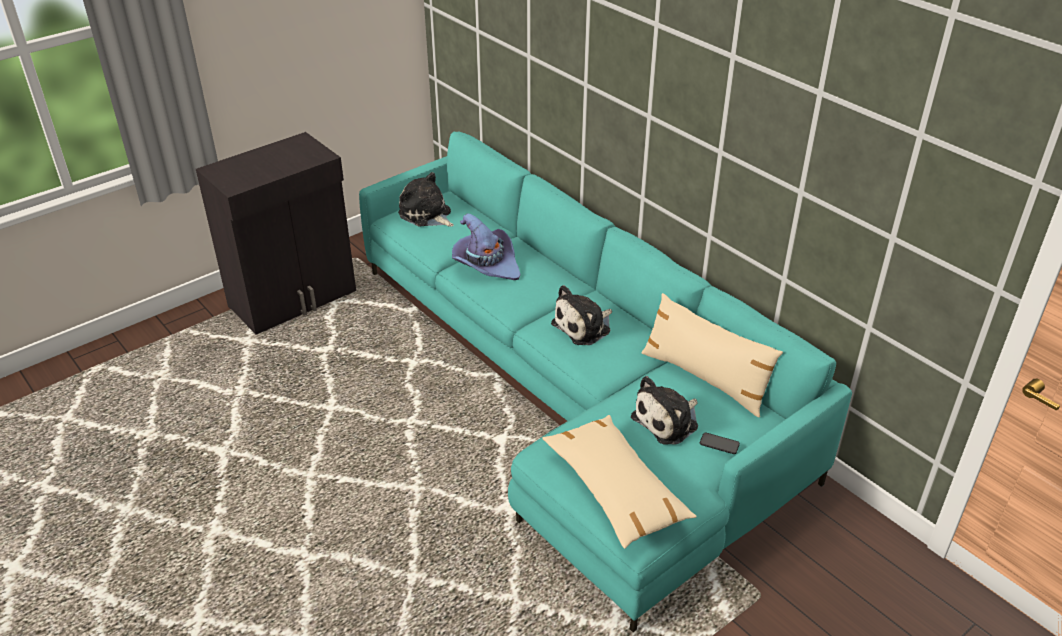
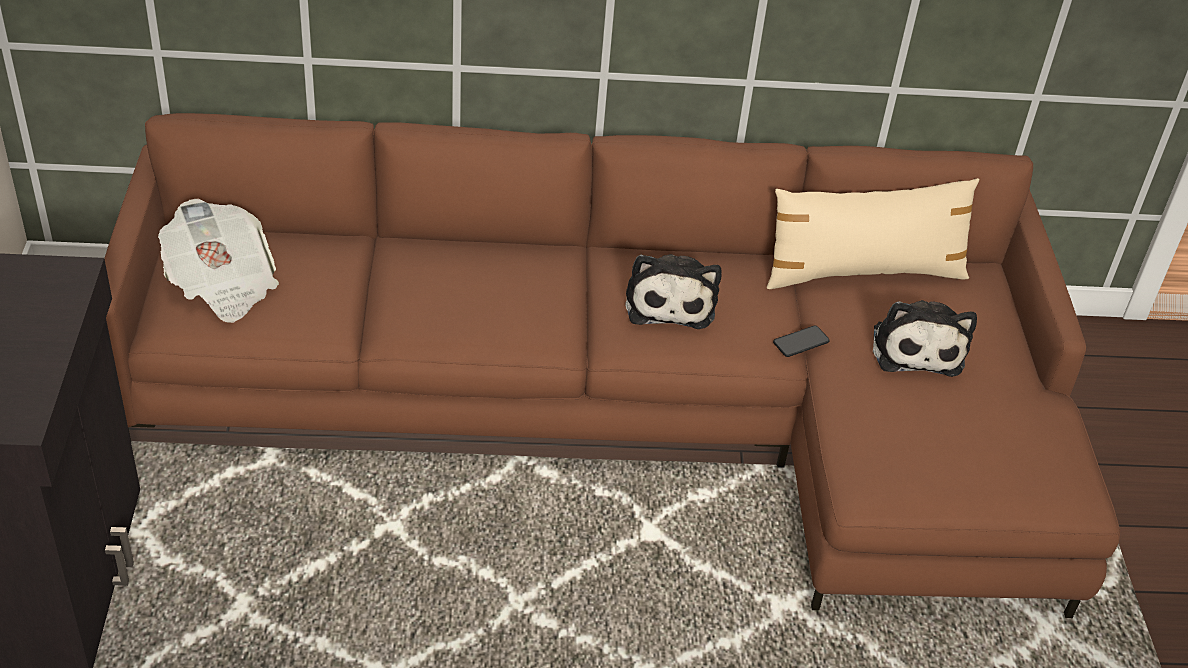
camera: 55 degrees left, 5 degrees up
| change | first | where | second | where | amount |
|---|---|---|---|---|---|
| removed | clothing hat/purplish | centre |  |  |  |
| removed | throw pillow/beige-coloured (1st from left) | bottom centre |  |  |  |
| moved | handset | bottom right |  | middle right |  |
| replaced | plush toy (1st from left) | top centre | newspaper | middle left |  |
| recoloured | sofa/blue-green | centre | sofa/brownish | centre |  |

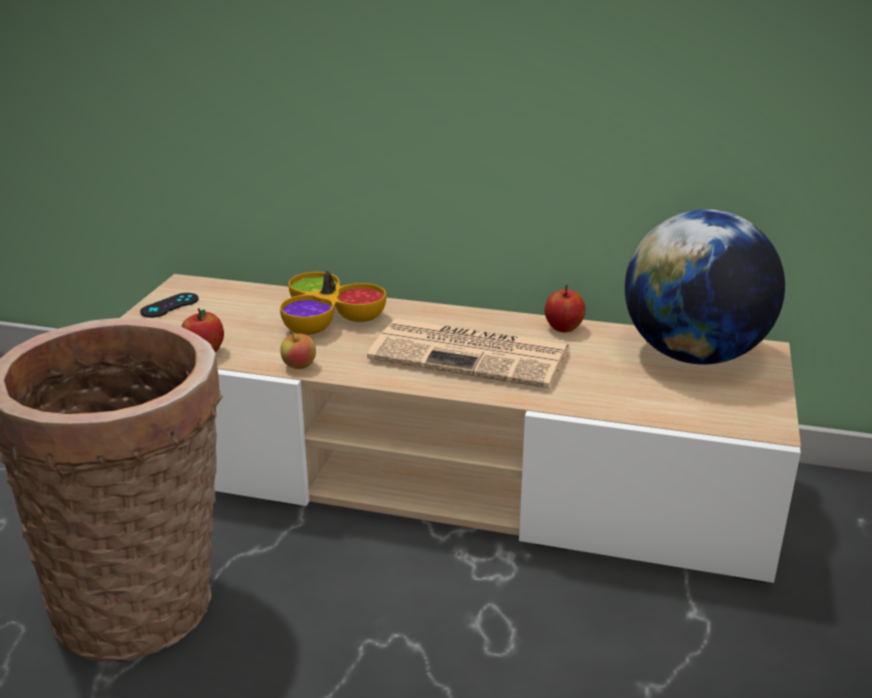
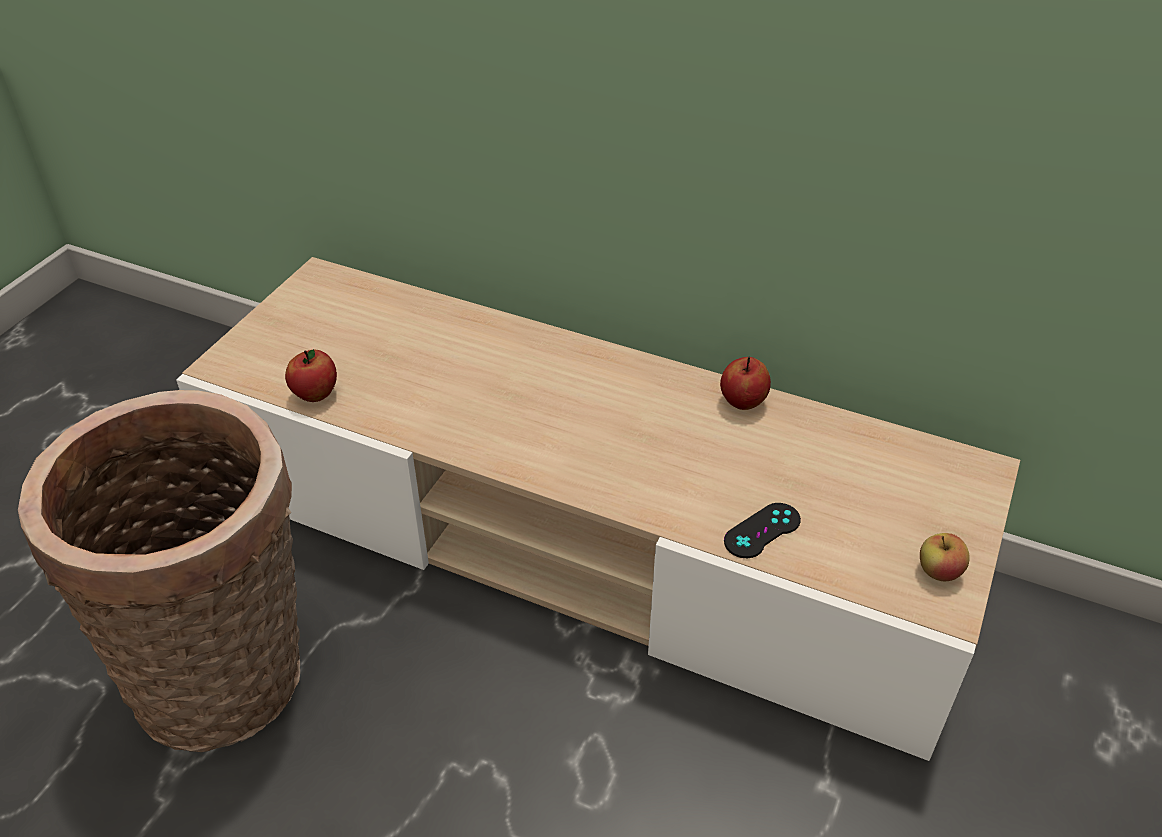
camera: 10 degrees right, 15 degrees up
| change | first | where | second | where | amount |
|---|---|---|---|---|---|
| removed | serving bowl | centre |  |  |  |
| removed | newspaper | centre |  |  |  |
| removed | globe | middle right |  |  |  |
| moved | joypad/black-coloured | middle left |  | centre |  |
| moved | apple (2nd from left in the first image) | centre | apple (3rd from left) | middle right |  |

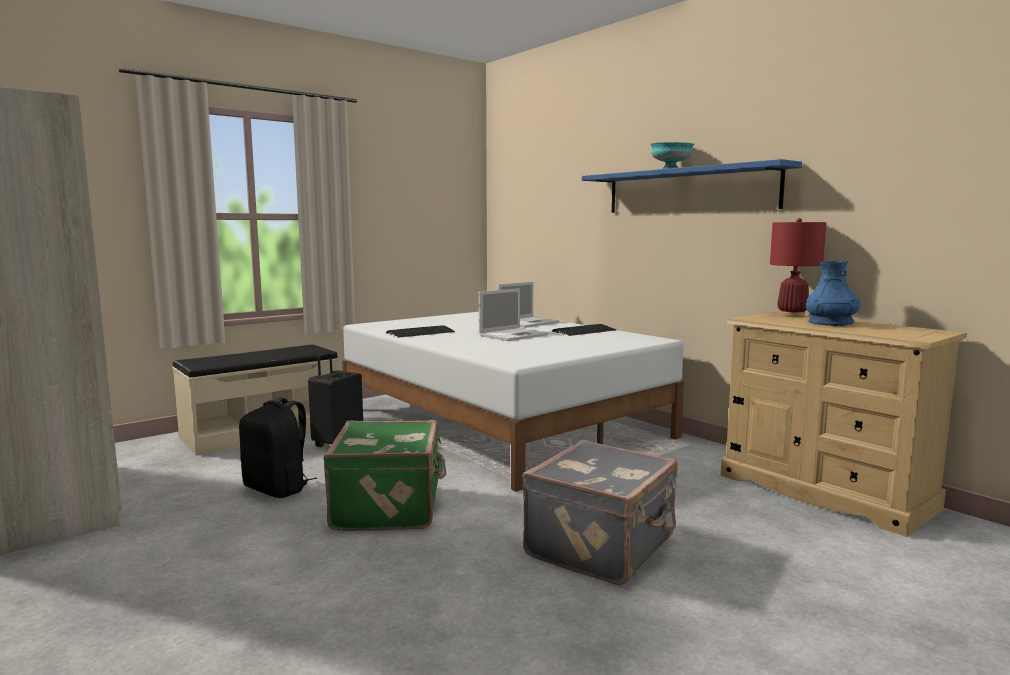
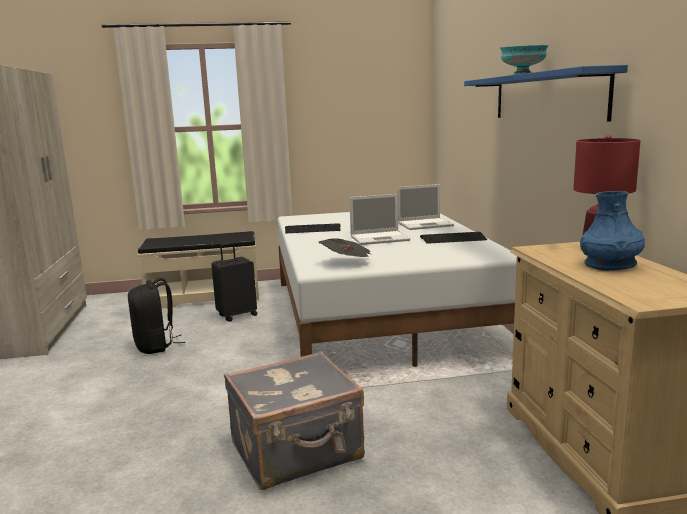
camera: 30 degrees right, 5 degrees up
| change | first | where | second | where | amount |
|---|---|---|---|---|---|
| removed | piece of luggage/green-coloured | bottom centre |  |  |  |
| added |  |  | newspaper | centre |  |

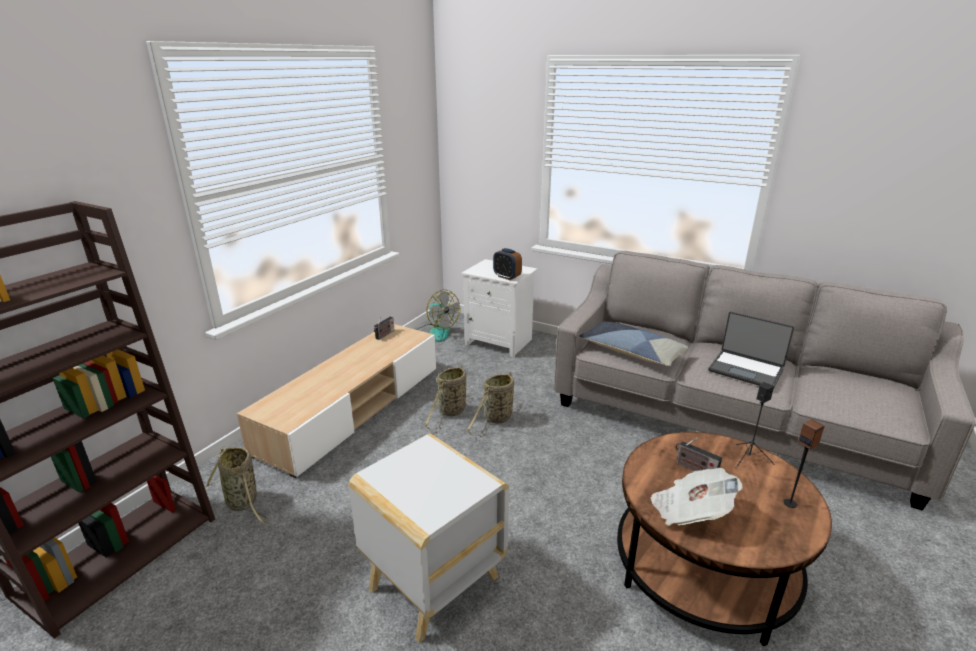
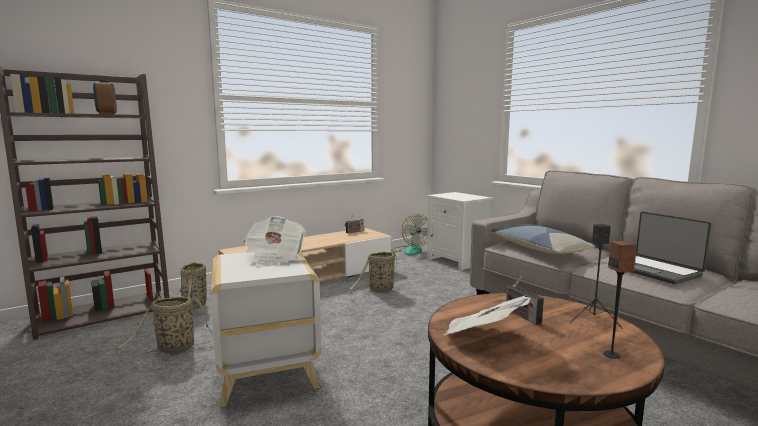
camera: 25 degrees right, 15 degrees down
| change | first | where | second | where | amount |
|---|---|---|---|---|---|
| added |  |  | newspaper (1st from left) | centre |  |
| moved | basket (3rd from left in the first image) | centre | basket (1st from left) | bottom left |  |
| moved | bedside clock | centre |  | top left |  |

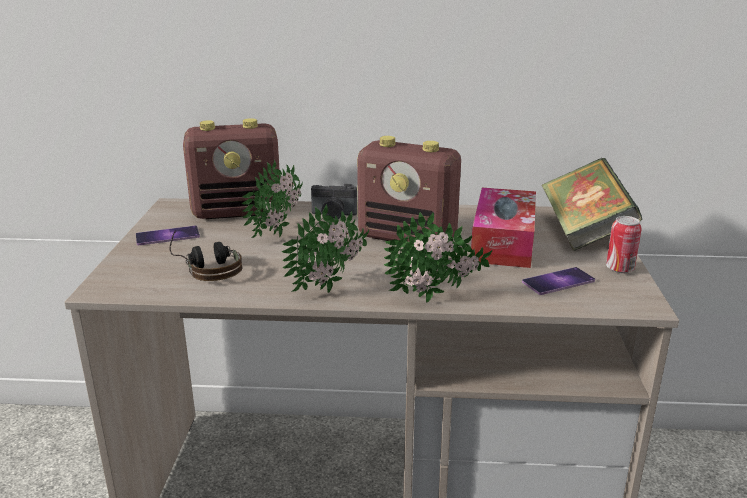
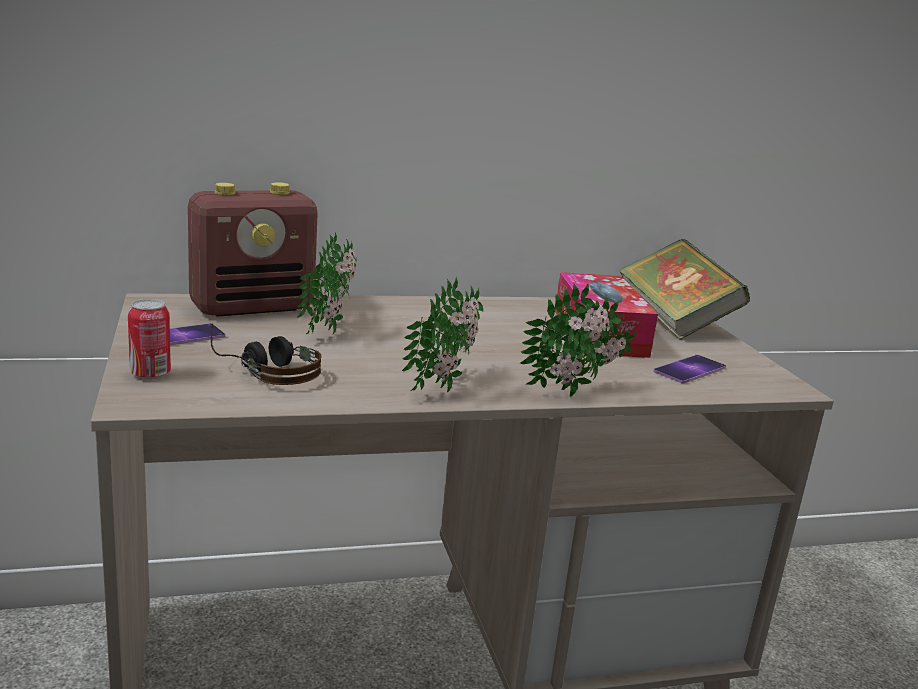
camera: 20 degrees left, 5 degrees down
| change | first | where | second | where | amount |
|---|---|---|---|---|---|
| removed | still camera | centre |  |  |  |
| removed | radio set (2nd from left) | centre |  |  |  |
| moved | metal can | middle right |  | middle left |  |

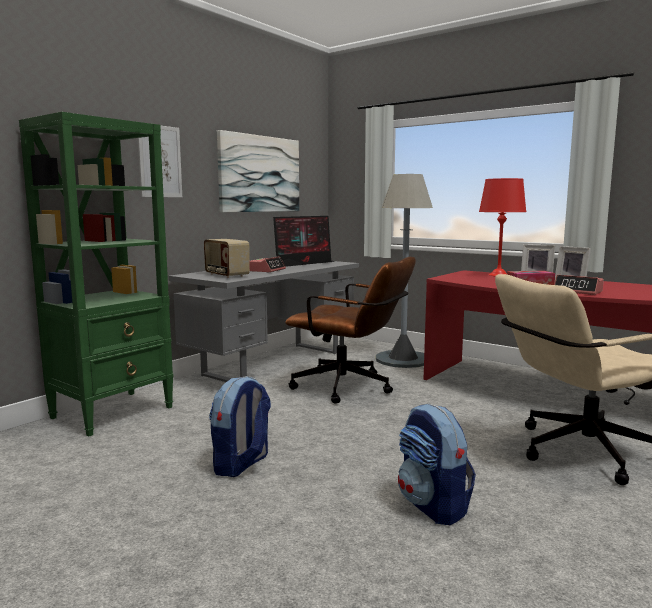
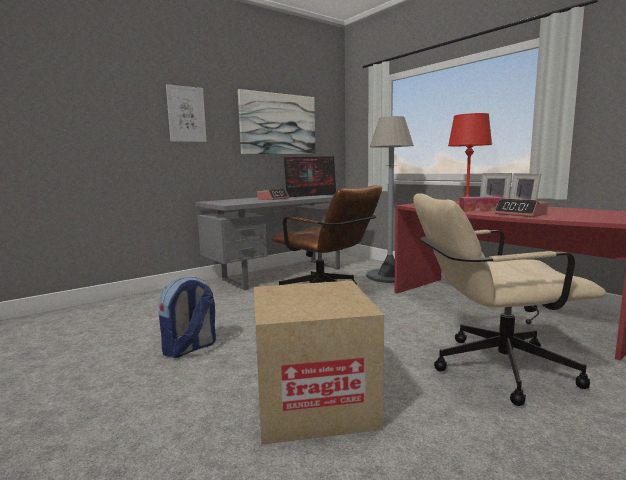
camera: 15 degrees right, 0 degrees up
| change | first | where | second | where | amount |
|---|---|---|---|---|---|
| removed | bookcase/green-coloured | middle left |  |  |  |
| removed | radio set | centre |  |  |  |
| replaced | rucksack (2nd from left) | bottom right | carton | bottom centre |  |

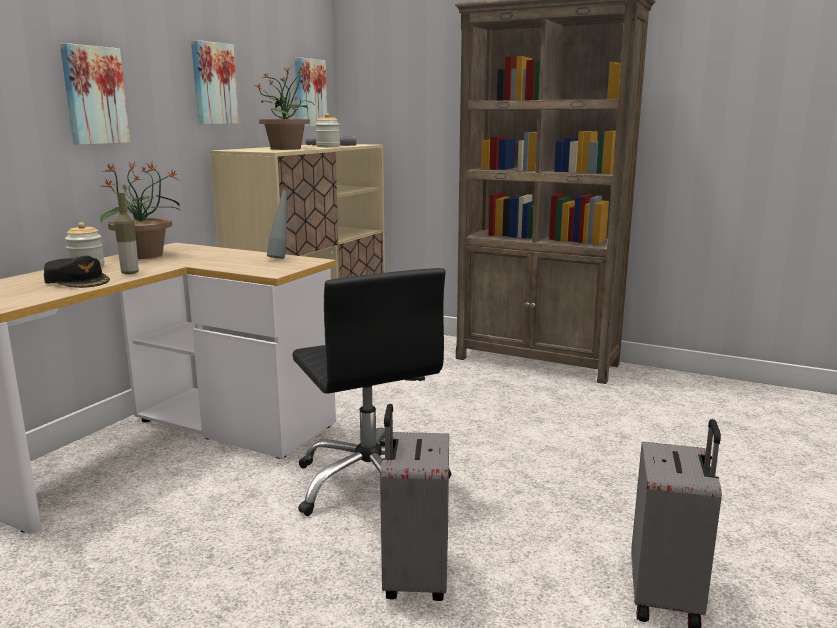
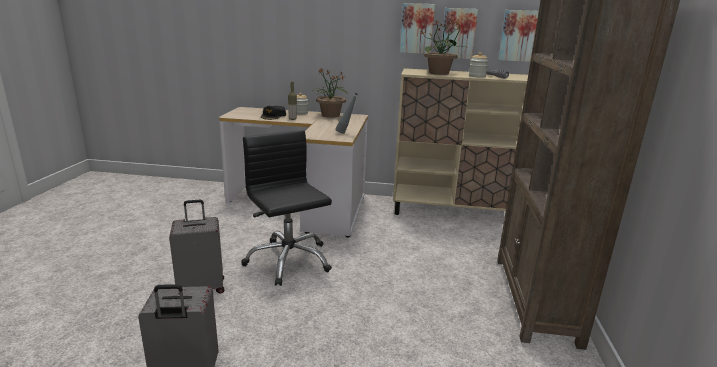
camera: 70 degrees right, 5 degrees up
| change | first | where | second | where | amount |
|---|---|---|---|---|---|
| moved | picture (1st from left in the first image) | top left | picture (2nd from left) | top centre |  |
| turned | computer chair/black-coloured | centre |  | centre | 105 degrees clockwise |

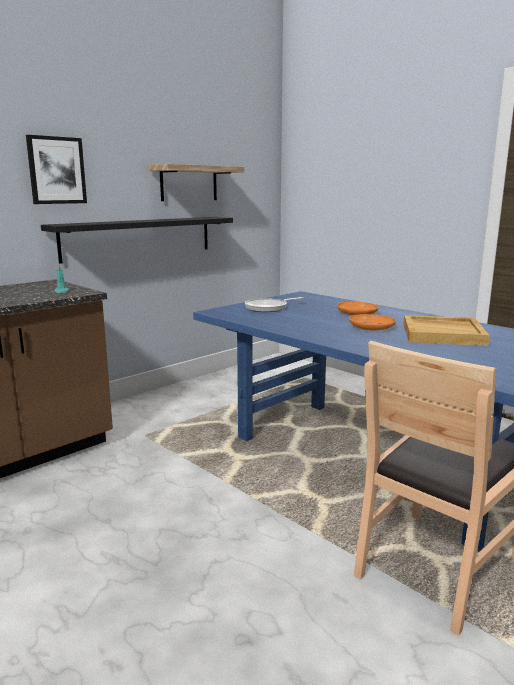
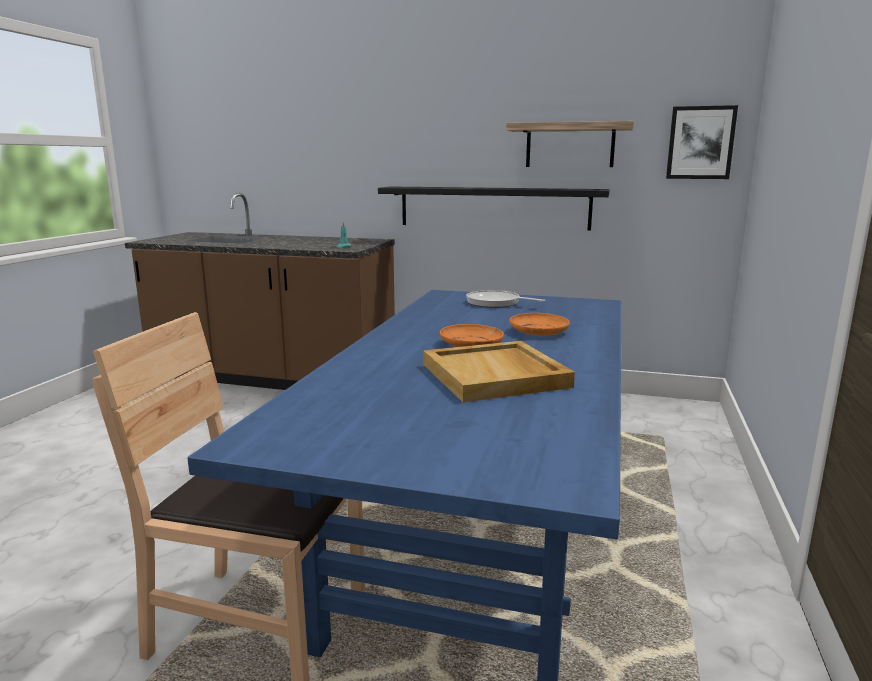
camera: 60 degrees right, 0 degrees up
| change | first | where | second | where | amount |
|---|---|---|---|---|---|
| moved | picture | top left |  | top right |  |

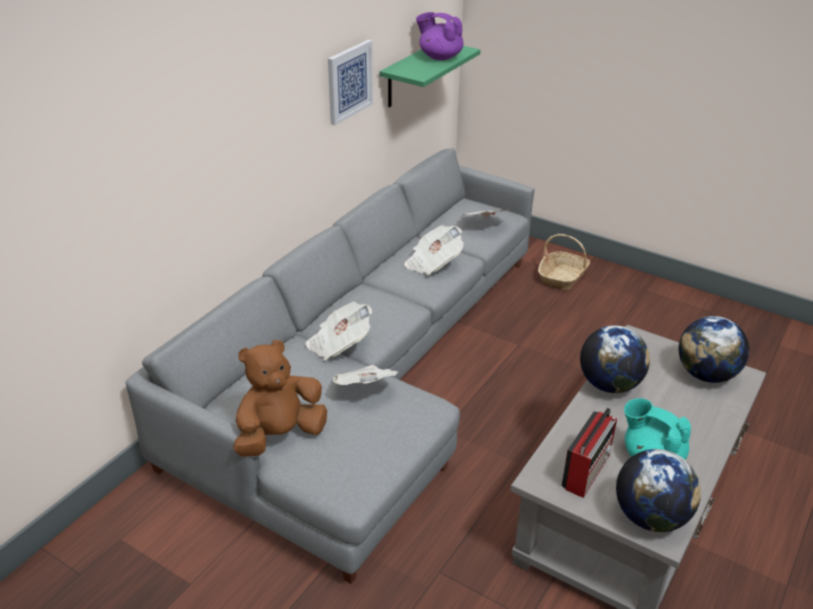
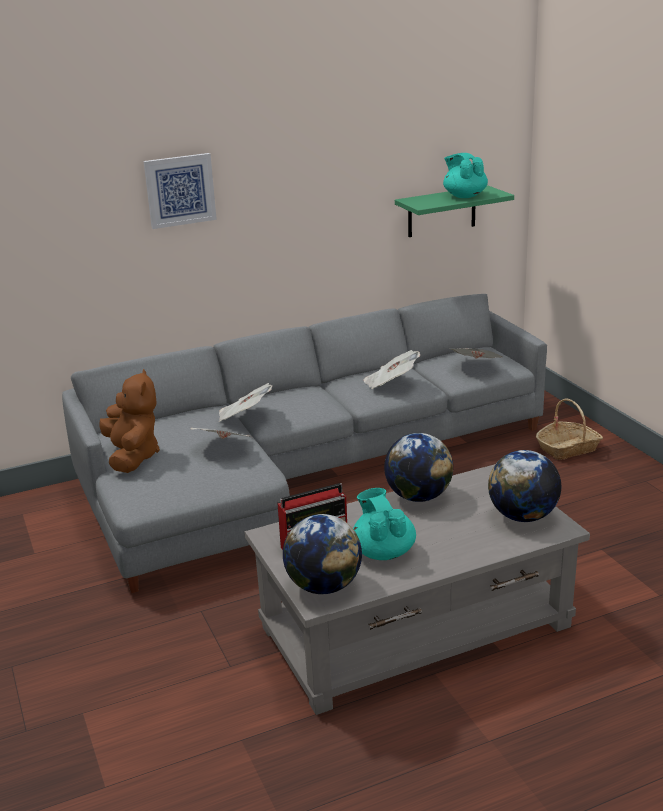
camera: 35 degrees right, 10 degrees down
| change | first | where | second | where | amount |
|---|---|---|---|---|---|
| moved | picture | top centre |  | top left |  |
| recoloured | pot for tea/purplish | top centre | pot for tea/blue-green (2nd from left) | top right |  |
| turned | plush toy/brownish | centre |  | middle left | 75 degrees clockwise |

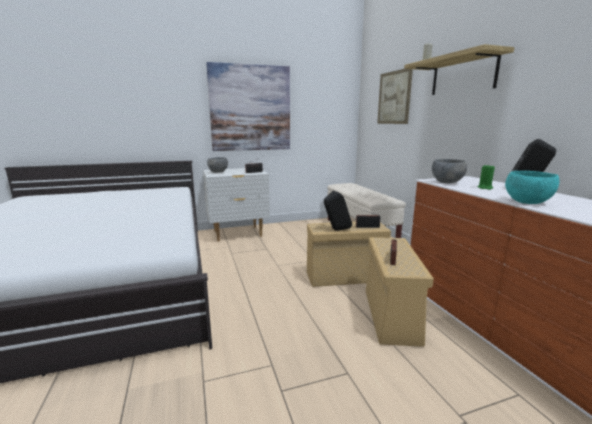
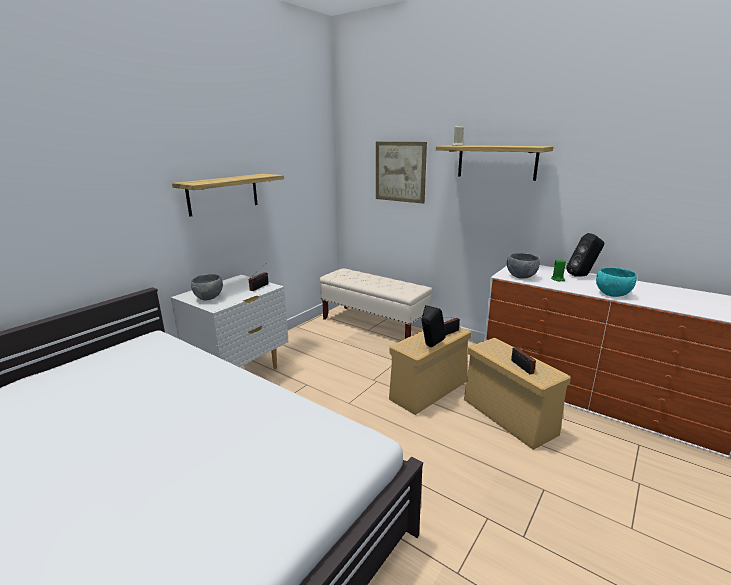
camera: 35 degrees left, 5 degrees up
| change | first | where | second | where | amount |
|---|---|---|---|---|---|
| replaced | picture (1st from left) | top centre | shelf (1st from left) | middle left |  |

